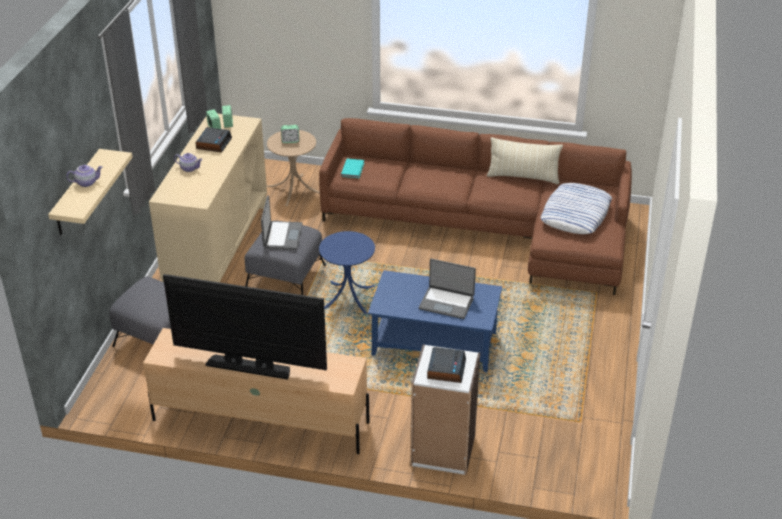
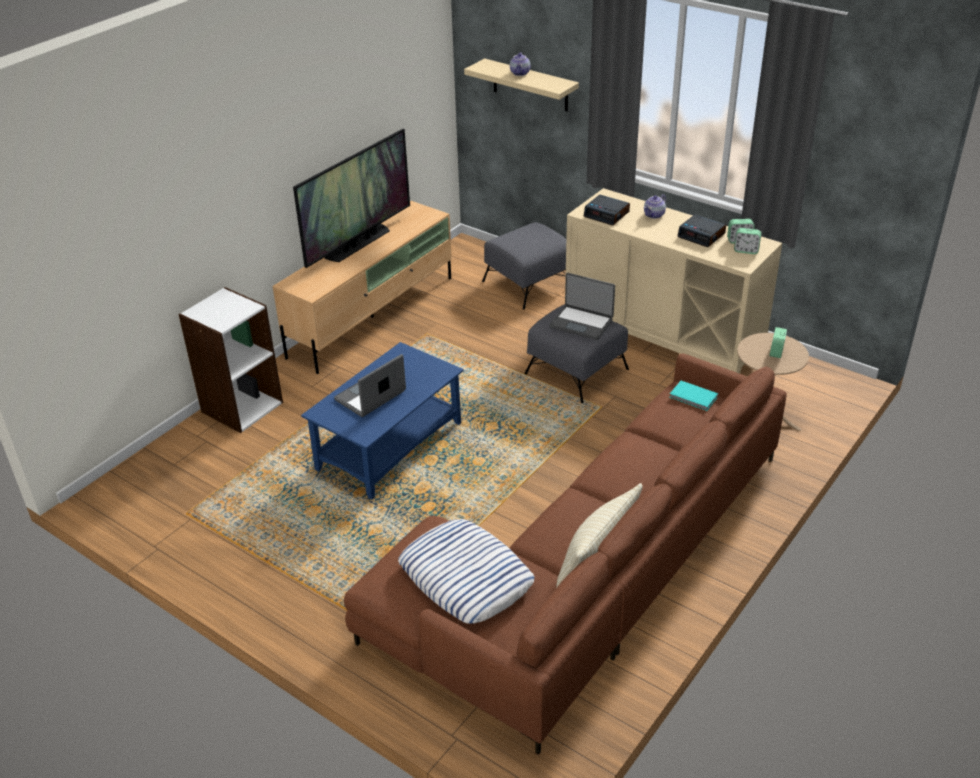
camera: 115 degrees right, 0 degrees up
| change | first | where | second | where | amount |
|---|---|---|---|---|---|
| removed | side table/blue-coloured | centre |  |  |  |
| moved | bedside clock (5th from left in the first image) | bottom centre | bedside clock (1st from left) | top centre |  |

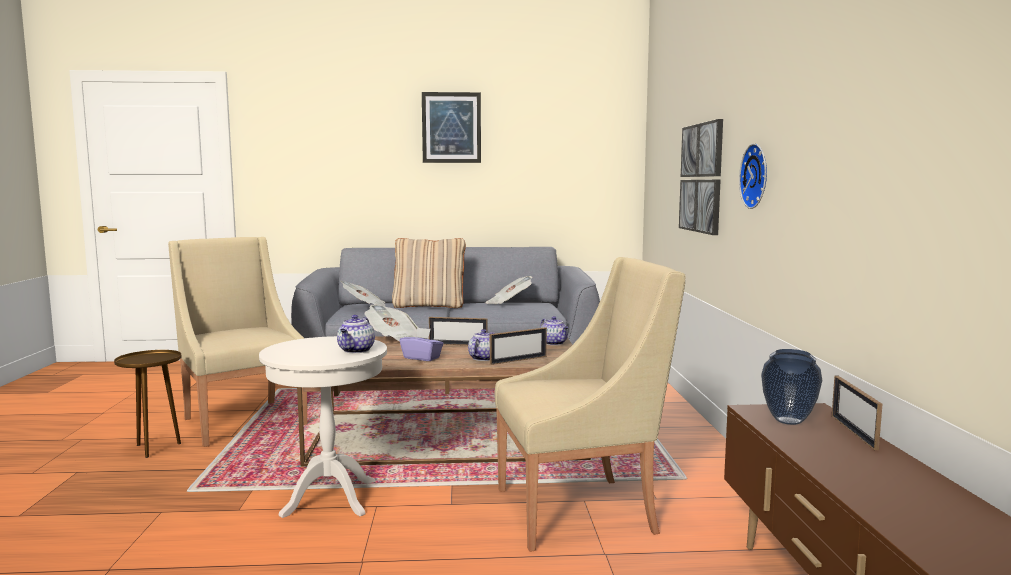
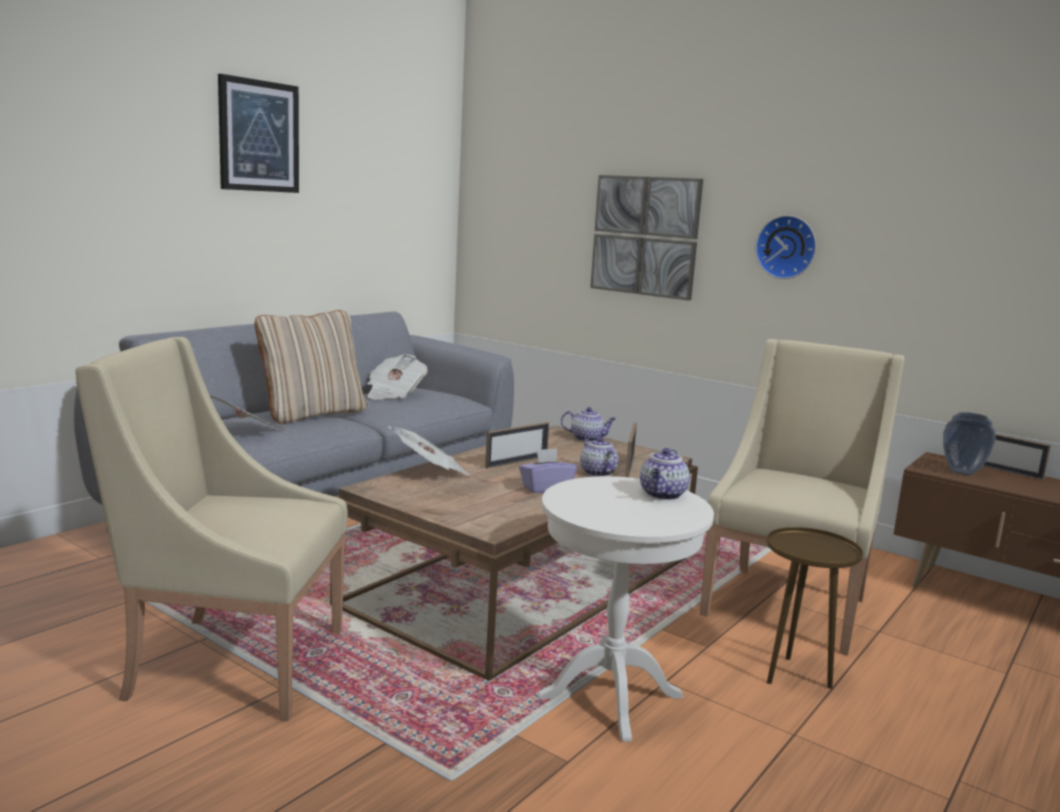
camera: 50 degrees left, 5 degrees up
| change | first | where | second | where | amount |
|---|---|---|---|---|---|
| moved | side table/brownish | bottom left |  | bottom right |  |
| turned | pot for tea (1st from left in the first image) | centre | pot for tea (3rd from left) | centre | 60 degrees clockwise |

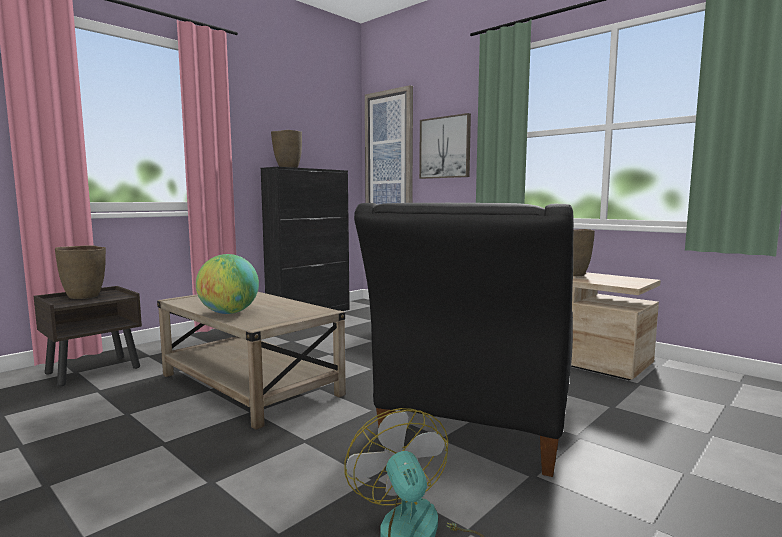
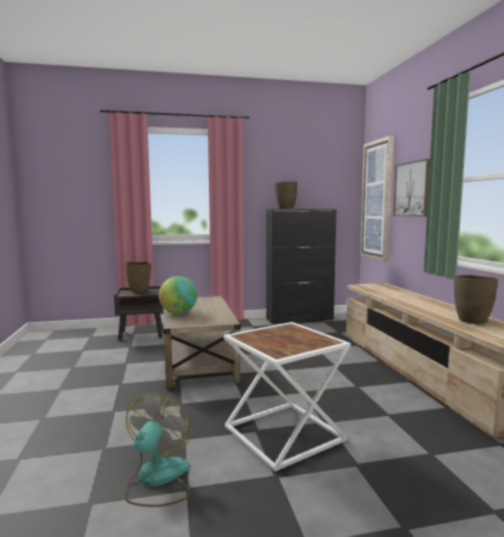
camera: 35 degrees right, 0 degrees up
| change | first | where | second | where | amount |
|---|---|---|---|---|---|
| replaced | lounge chair/black-coloured | centre | side table/white-coloured | bottom centre |  |

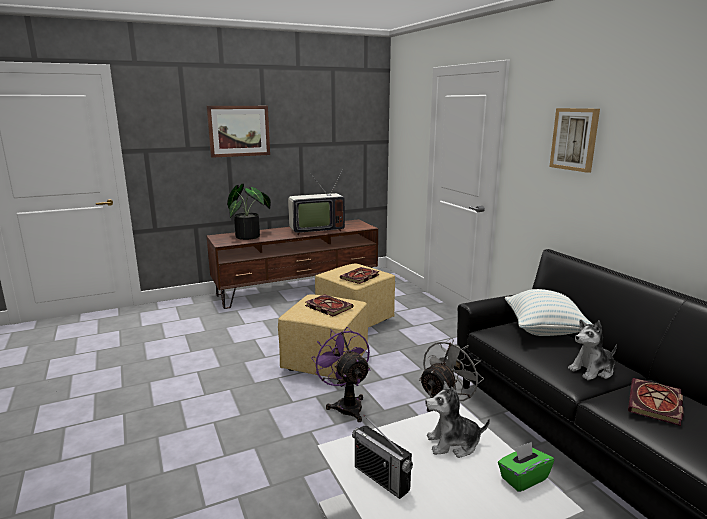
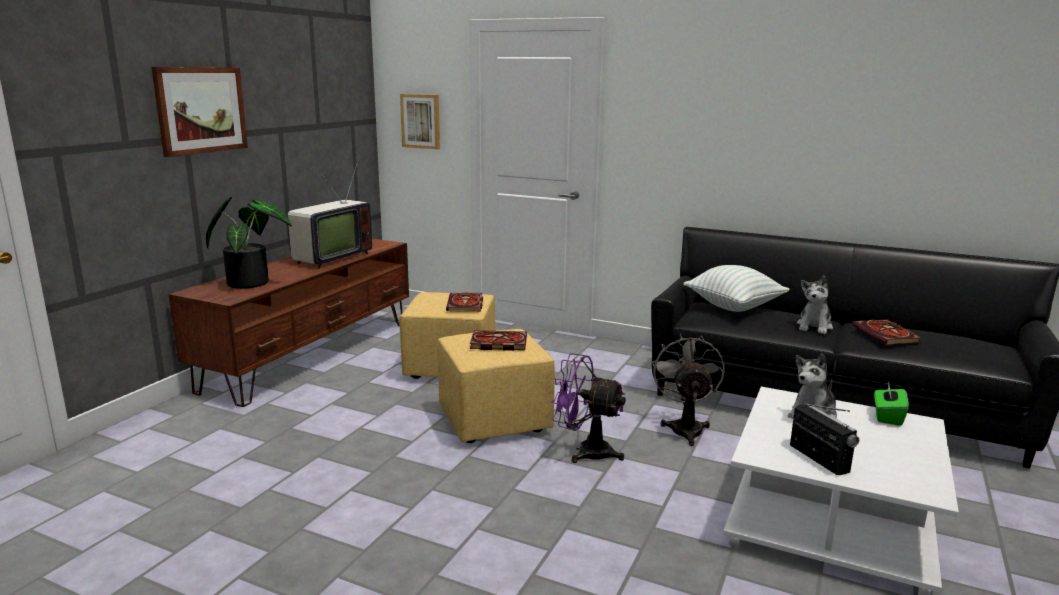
camera: 40 degrees left, 0 degrees up
| change | first | where | second | where | amount |
|---|---|---|---|---|---|
| moved | picture (2nd from left) | top right |  | top centre |  |
| turned | radio set | bottom centre |  | bottom right | 120 degrees counterclockwise |

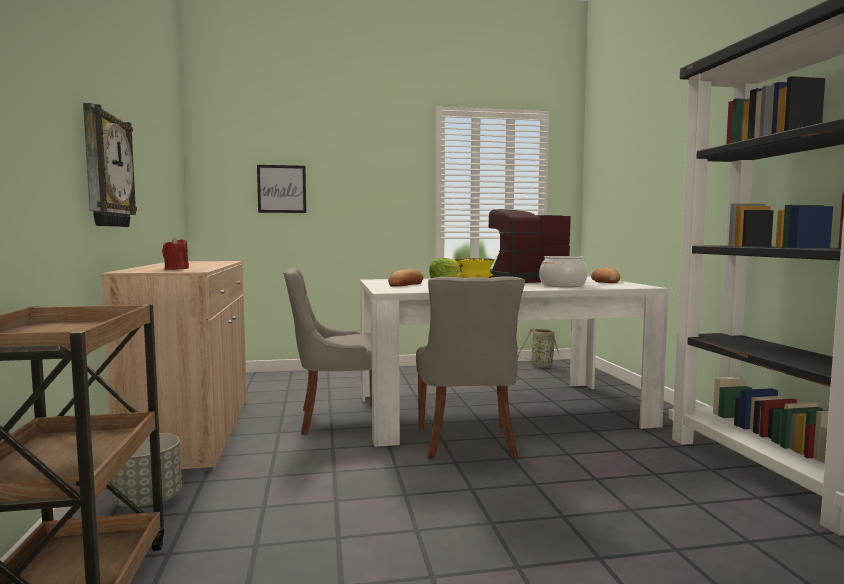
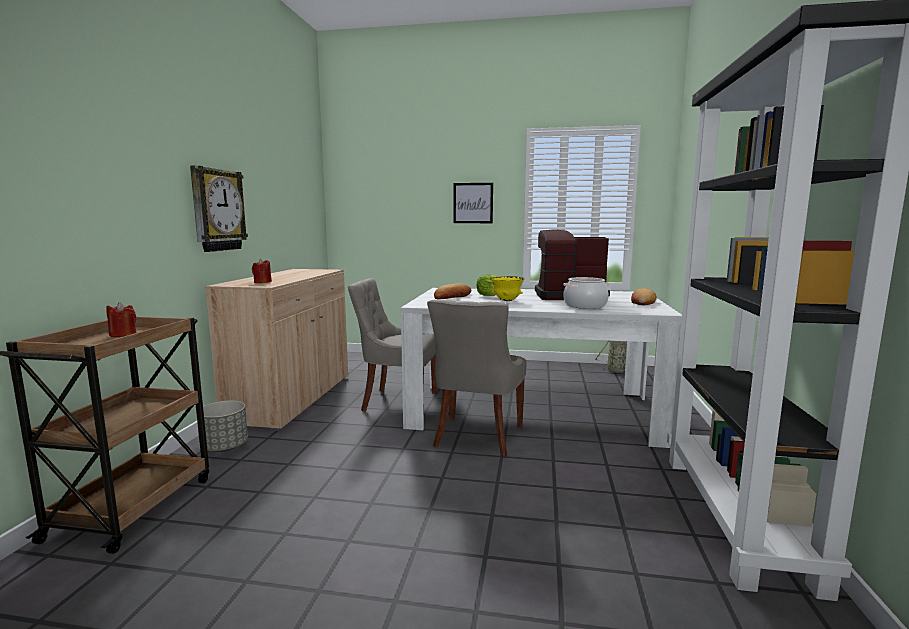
camera: 20 degrees right, 5 degrees up
| change | first | where | second | where | amount |
|---|---|---|---|---|---|
| added |  |  | wax light/red (1st from left) | middle left |  |
| moved | picture | top left |  | top centre |  |

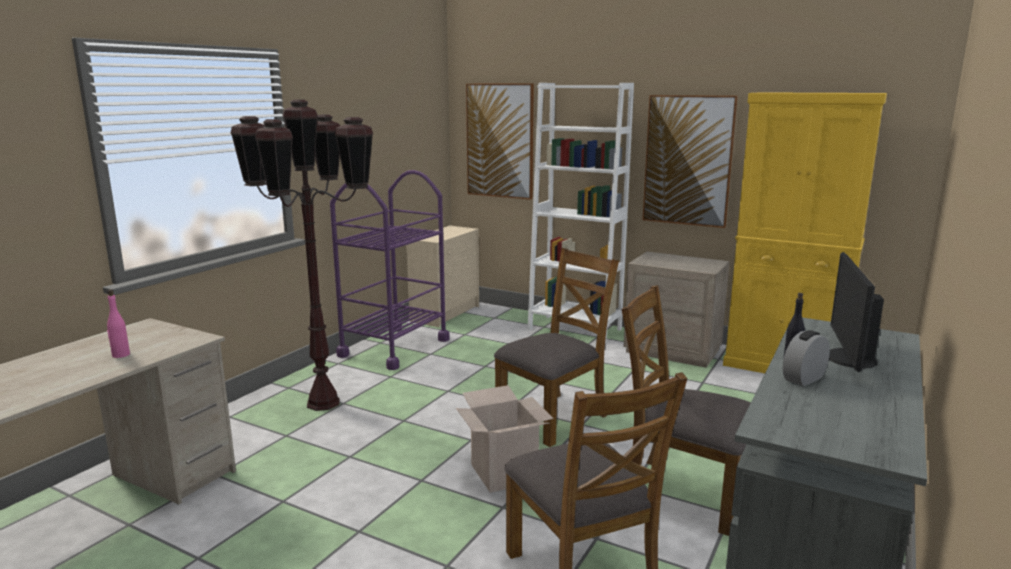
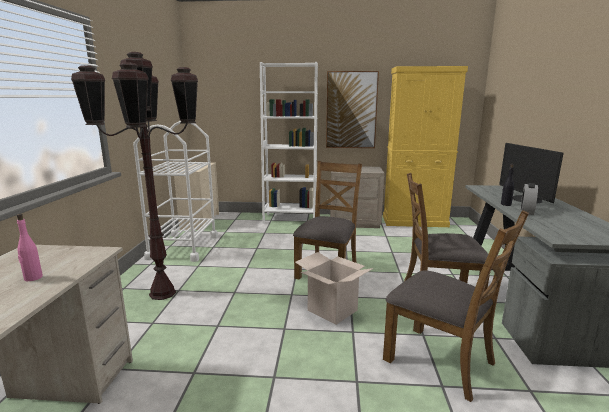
camera: 25 degrees left, 0 degrees up
| change | first | where | second | where | amount |
|---|---|---|---|---|---|
| removed | picture (1st from left) | top centre |  |  |  |
| recoloured | trolley/purplish | centre | trolley/white-coloured | middle left |  |

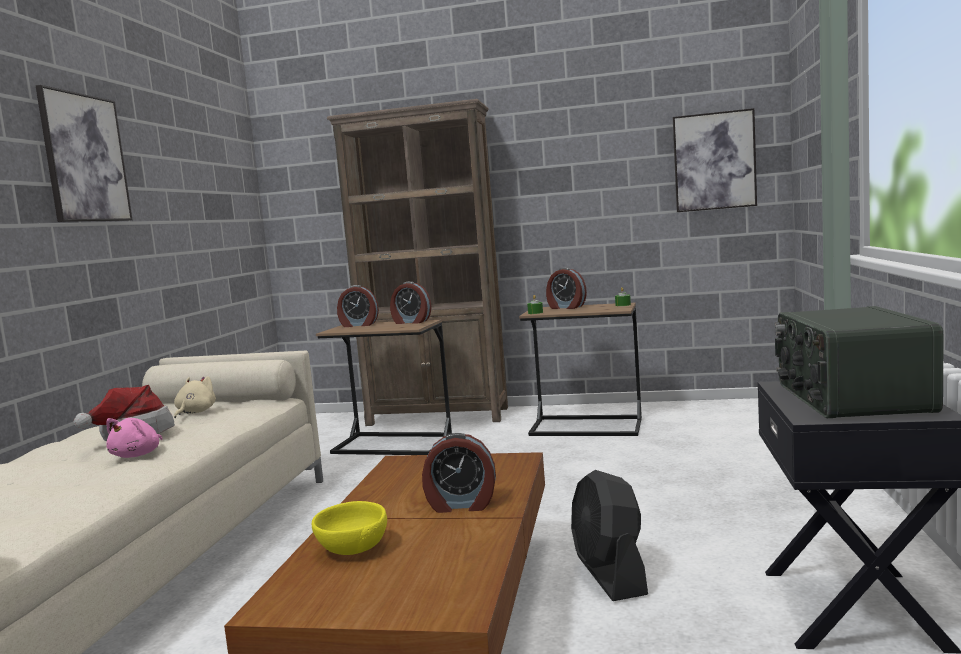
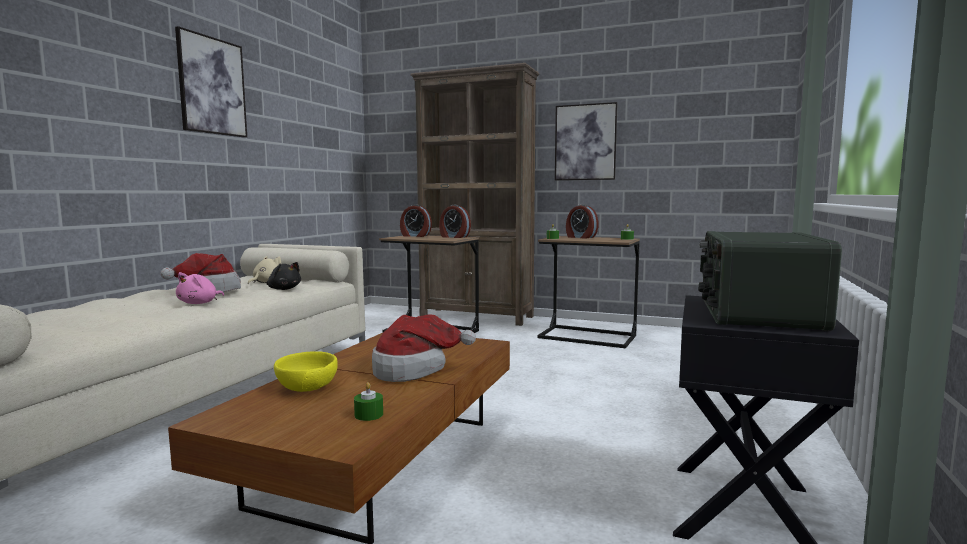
camera: 10 degrees right, 0 degrees up
| change | first | where | second | where | amount |
|---|---|---|---|---|---|
| removed | fan/black-coloured | bottom centre |  |  |  |
| added |  |  | plush toy/black-coloured | middle left |  |
| added |  |  | wax light/green-coloured (1st from left) | bottom centre |  |
| moved | picture (2nd from left) | top right |  | top centre |  |
| replaced | bedside clock (3rd from left) | bottom centre | clothing hat (2nd from left) | centre |  |

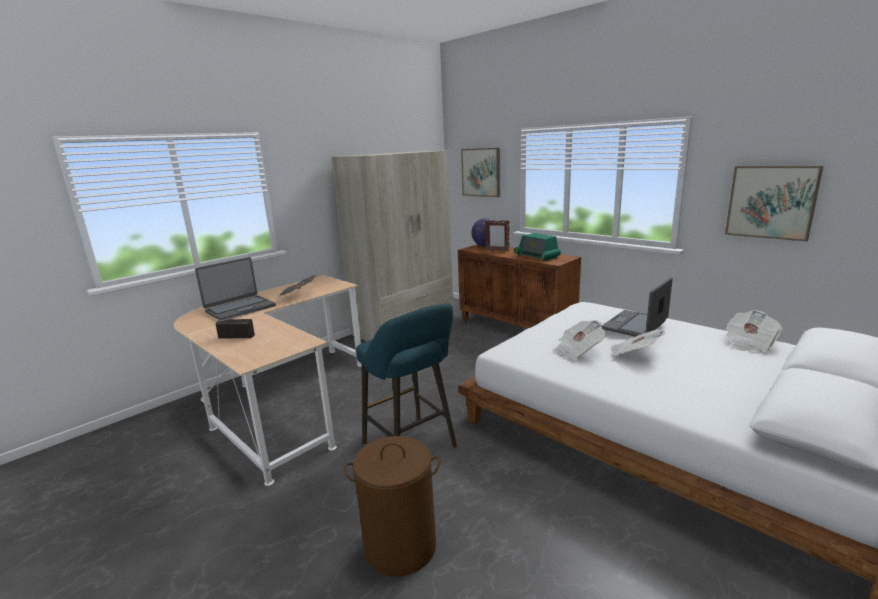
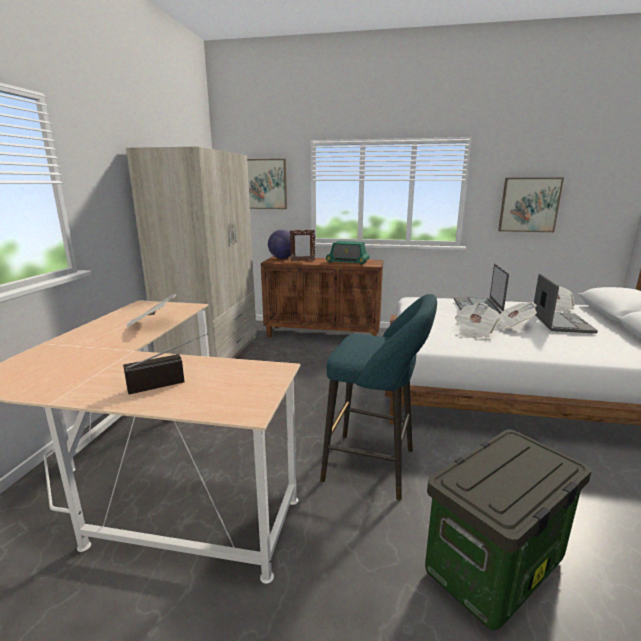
camera: 35 degrees left, 0 degrees up
| change | first | where | second | where | amount |
|---|---|---|---|---|---|
| moved | notebook computer (1st from left in the first image) | middle left | notebook computer (2nd from left) | middle right |  |
| replaced | washing basket/brownish | bottom centre | storage container | bottom right |  |

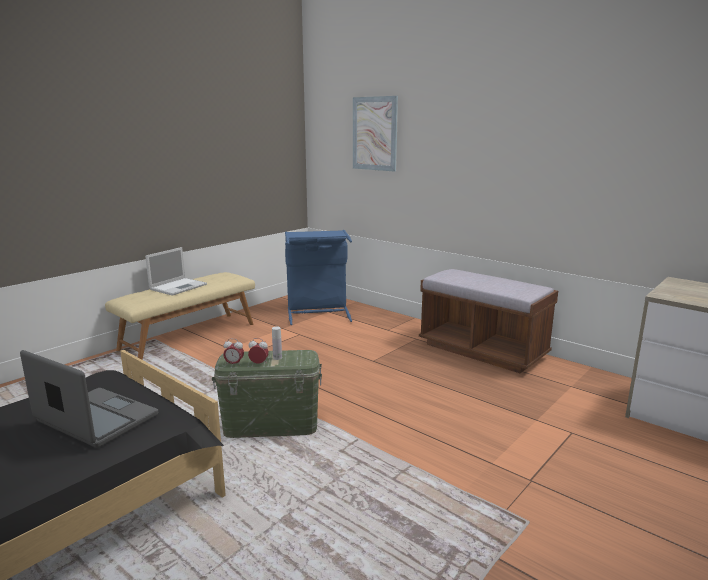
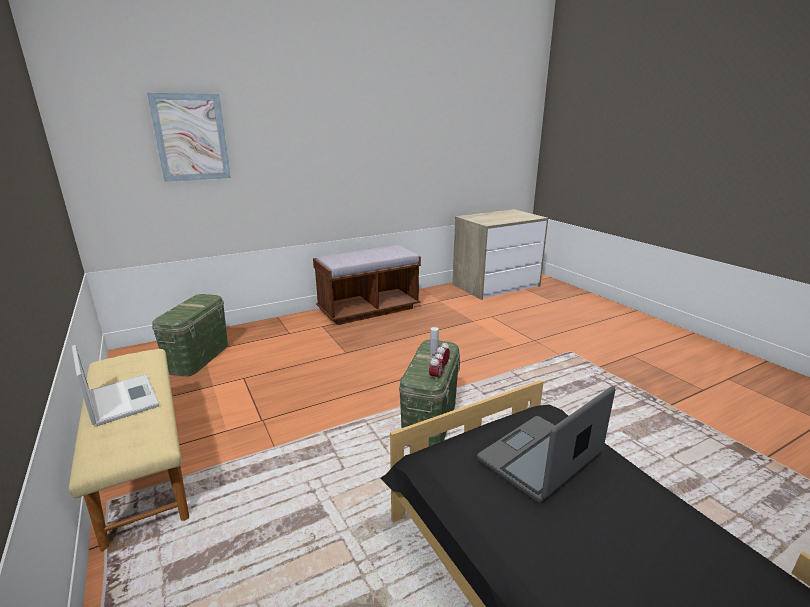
camera: 70 degrees left, 5 degrees up
| change | first | where | second | where | amount |
|---|---|---|---|---|---|
| replaced | washing basket/blue-coloured | centre | storage container/green-coloured (1st from left) | middle left |  |

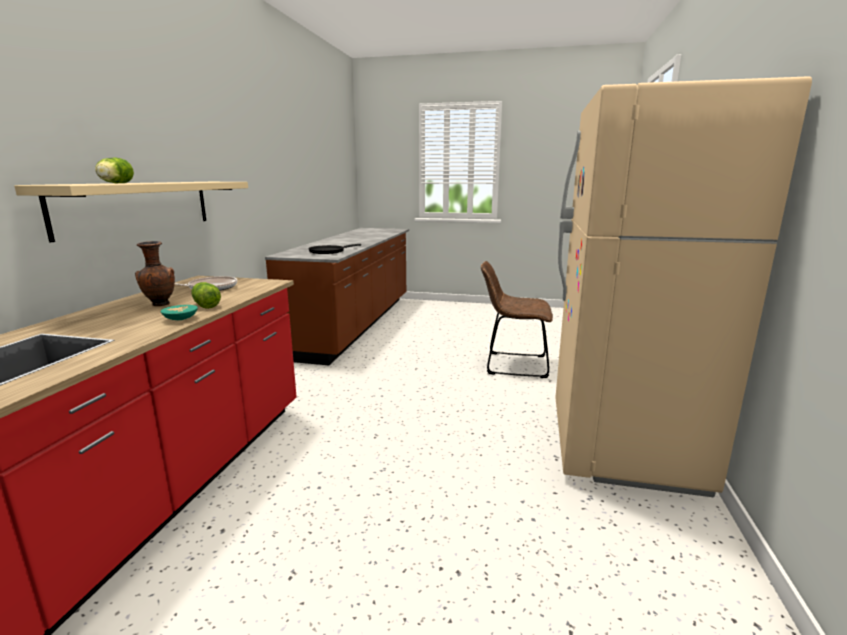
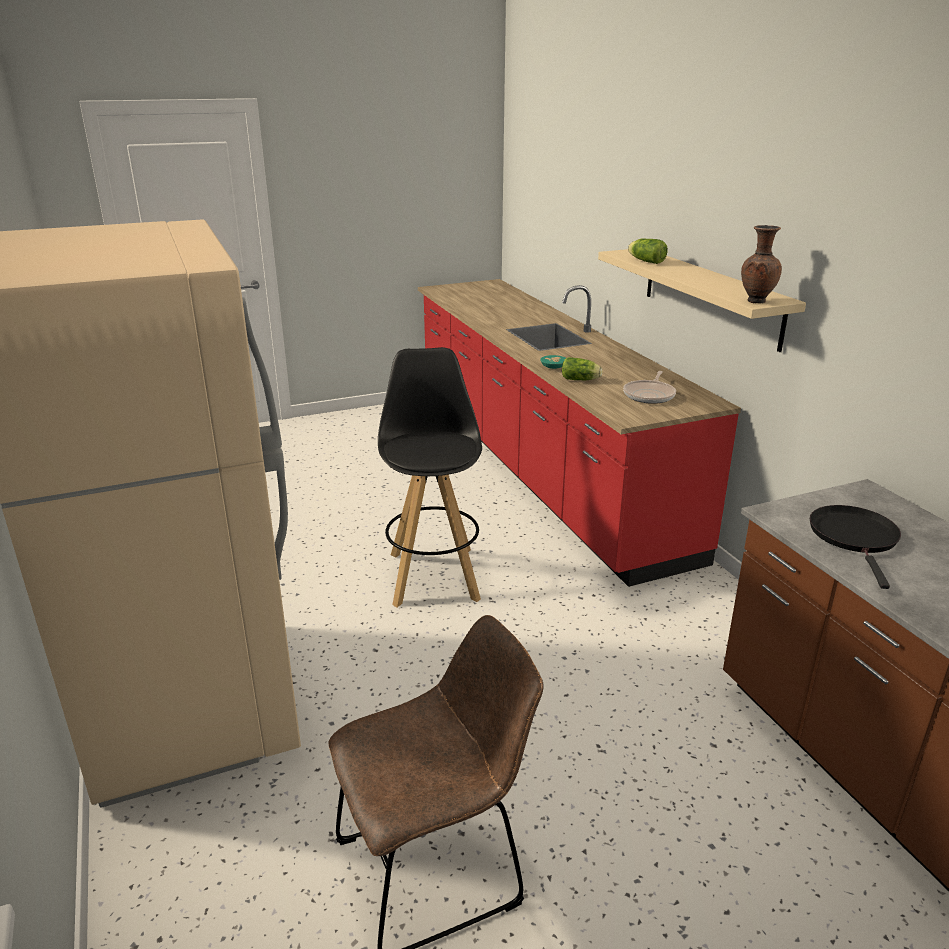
camera: 145 degrees right, 10 degrees up
| change | first | where | second | where | amount |
|---|---|---|---|---|---|
| added |  |  | stool seat/black-coloured | centre |  |
| moved | decorative vase/brownish | middle left |  | top right |  |

